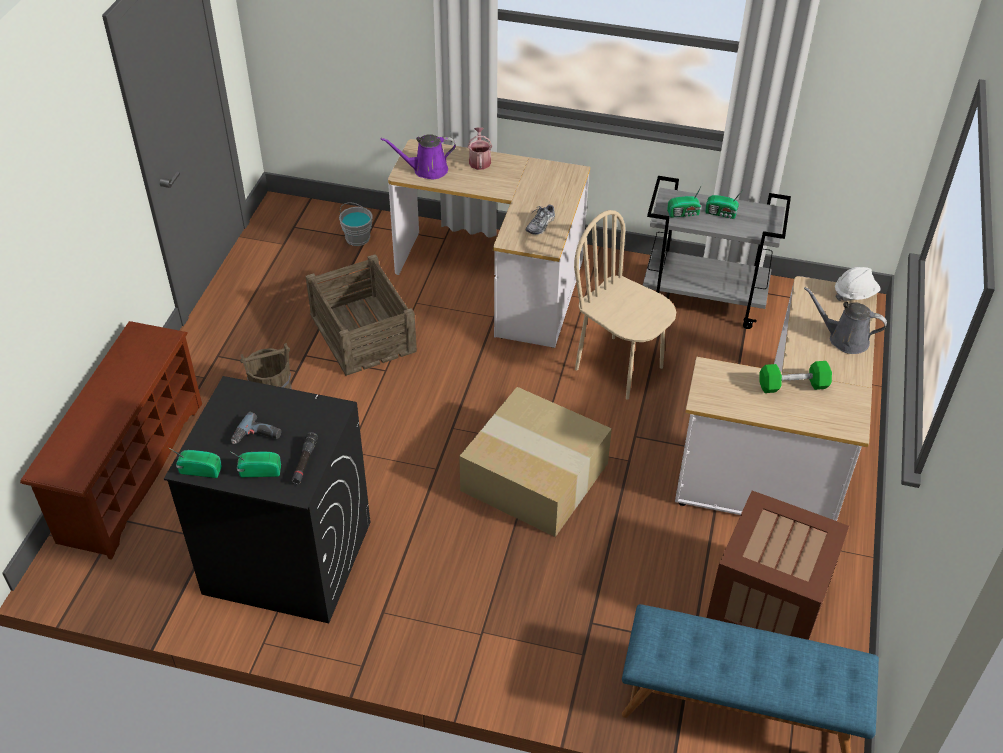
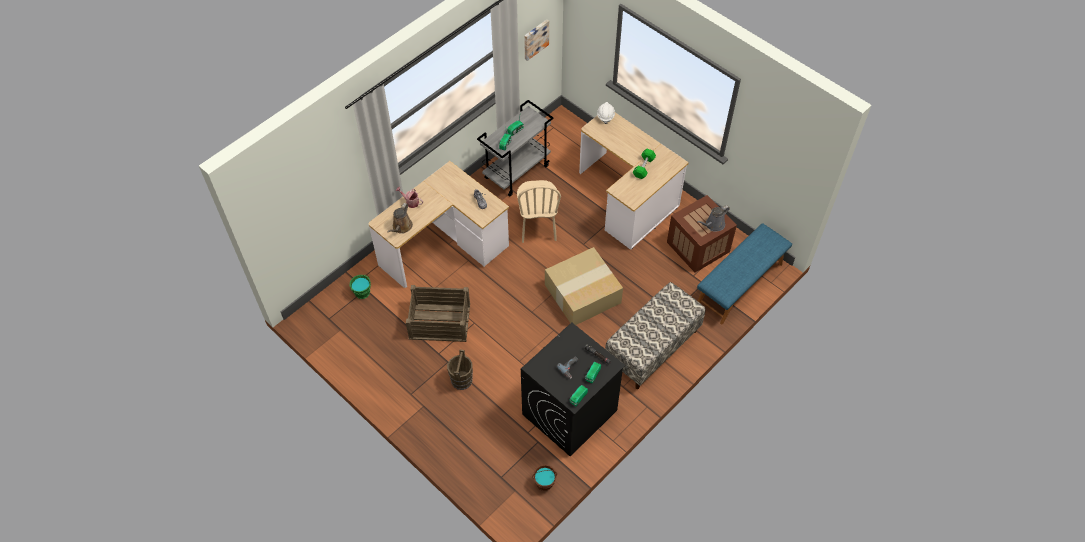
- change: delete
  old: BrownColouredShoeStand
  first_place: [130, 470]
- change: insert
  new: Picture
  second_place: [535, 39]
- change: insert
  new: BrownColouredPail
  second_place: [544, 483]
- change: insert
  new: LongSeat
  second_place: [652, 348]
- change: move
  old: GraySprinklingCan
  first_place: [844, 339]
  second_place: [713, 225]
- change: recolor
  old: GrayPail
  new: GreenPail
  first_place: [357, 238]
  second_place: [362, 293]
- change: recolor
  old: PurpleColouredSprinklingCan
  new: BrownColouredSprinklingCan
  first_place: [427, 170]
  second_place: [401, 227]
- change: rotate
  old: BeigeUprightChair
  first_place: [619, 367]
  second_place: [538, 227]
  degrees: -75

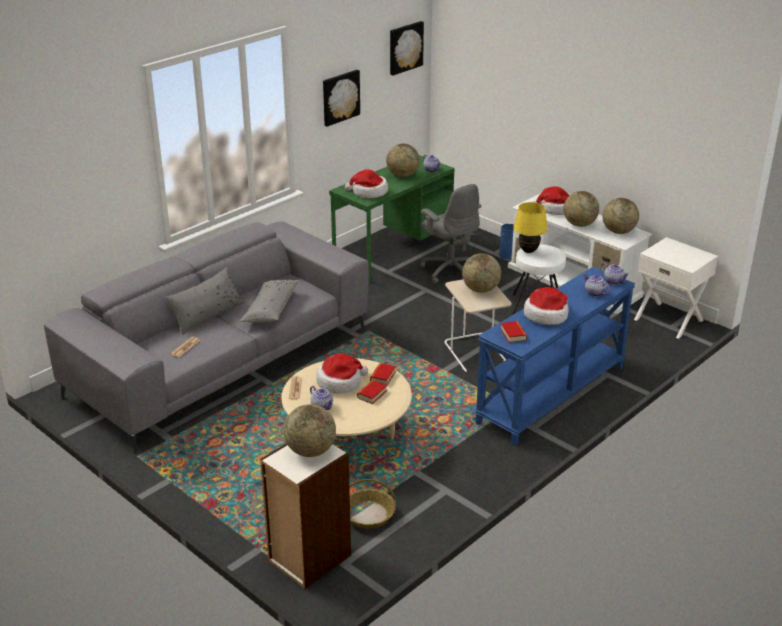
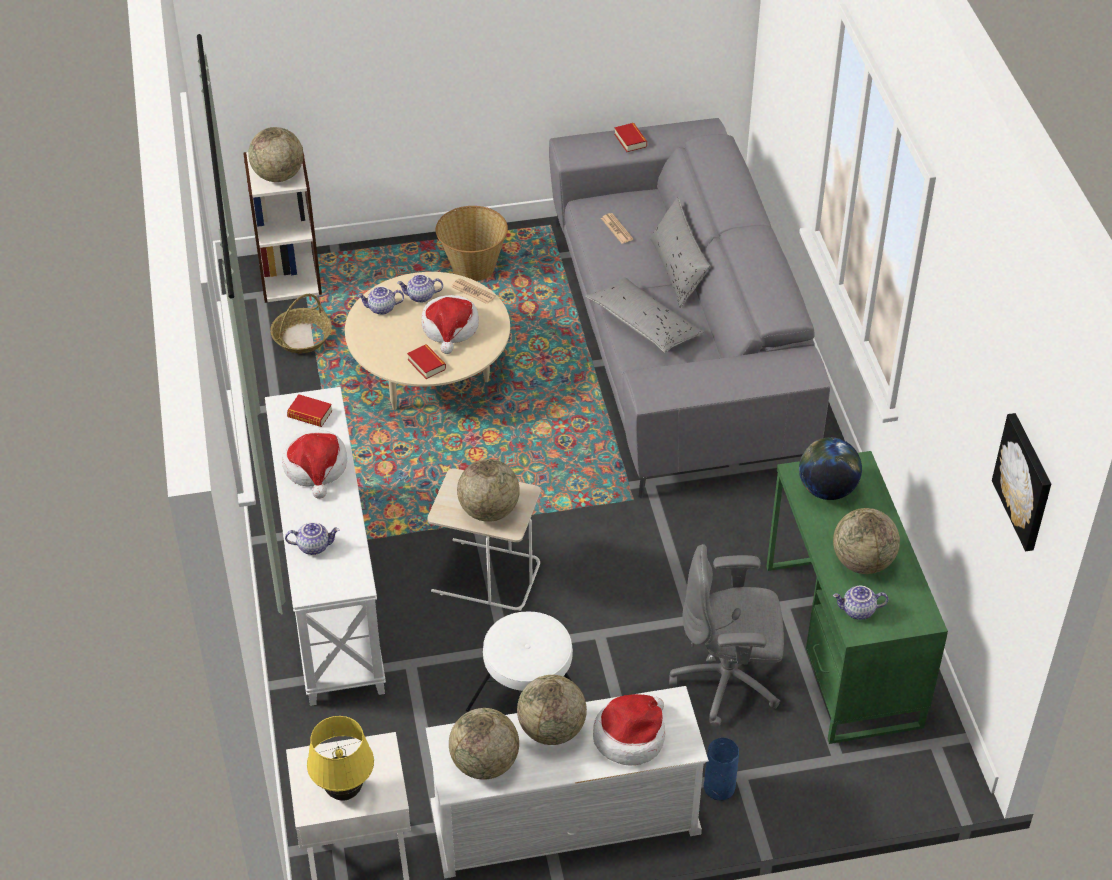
- change: delete
  old: Picture
  first_place: [340, 97]
- change: insert
  new: Basket
  second_place: [473, 267]
- change: move
  old: Volume
  first_place: [372, 394]
  second_place: [630, 140]
- change: move
  old: YellowColouredTableLamp
  first_place: [528, 251]
  second_place: [344, 791]
- change: move
  old: Teapot
  first_place: [614, 281]
  second_place: [381, 309]
- change: replace
  old: ClothingHat
  new: DeskGlobe
  first_place: [369, 192]
  second_place: [827, 490]
- change: recolor
  old: BluishHallTable
  new: WhitishHallTable
  first_place: [552, 395]
  second_place: [329, 592]

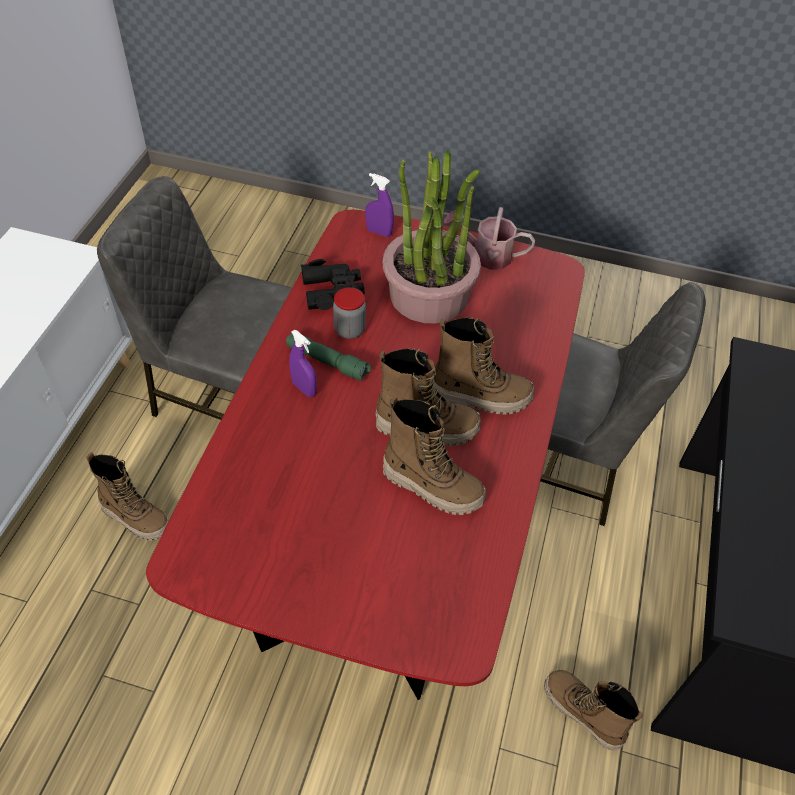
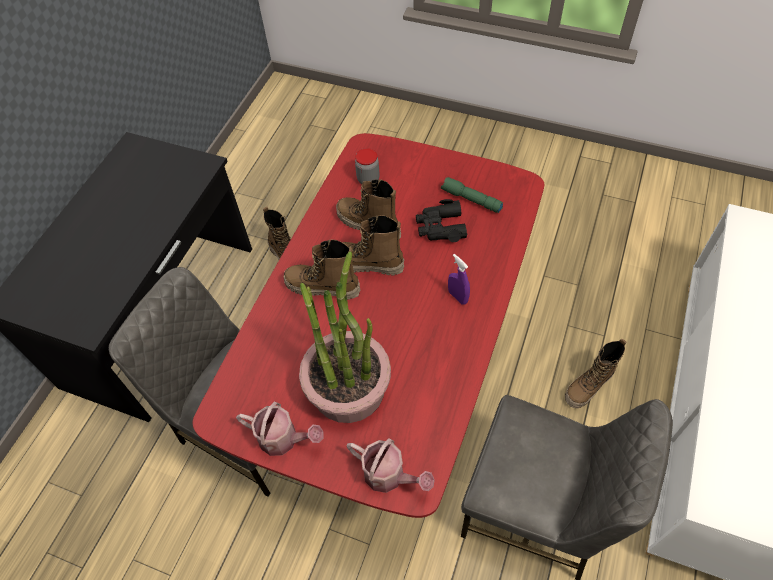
- change: move
  old: GreenHandTorch
  first_place: [329, 362]
  second_place: [470, 200]
- change: move
  old: BlackColouredFieldGlasses
  first_place: [332, 291]
  second_place: [440, 227]
- change: move
  old: StorageJar
  first_place: [349, 330]
  second_place: [368, 179]
- change: replace
  old: PurpleColouredHandSprayer
  new: SprinklingCan
  first_place: [379, 232]
  second_place: [389, 475]
- change: rotate
  old: TallBoot
  first_place: [136, 518]
  second_place: [588, 387]
  degrees: -75

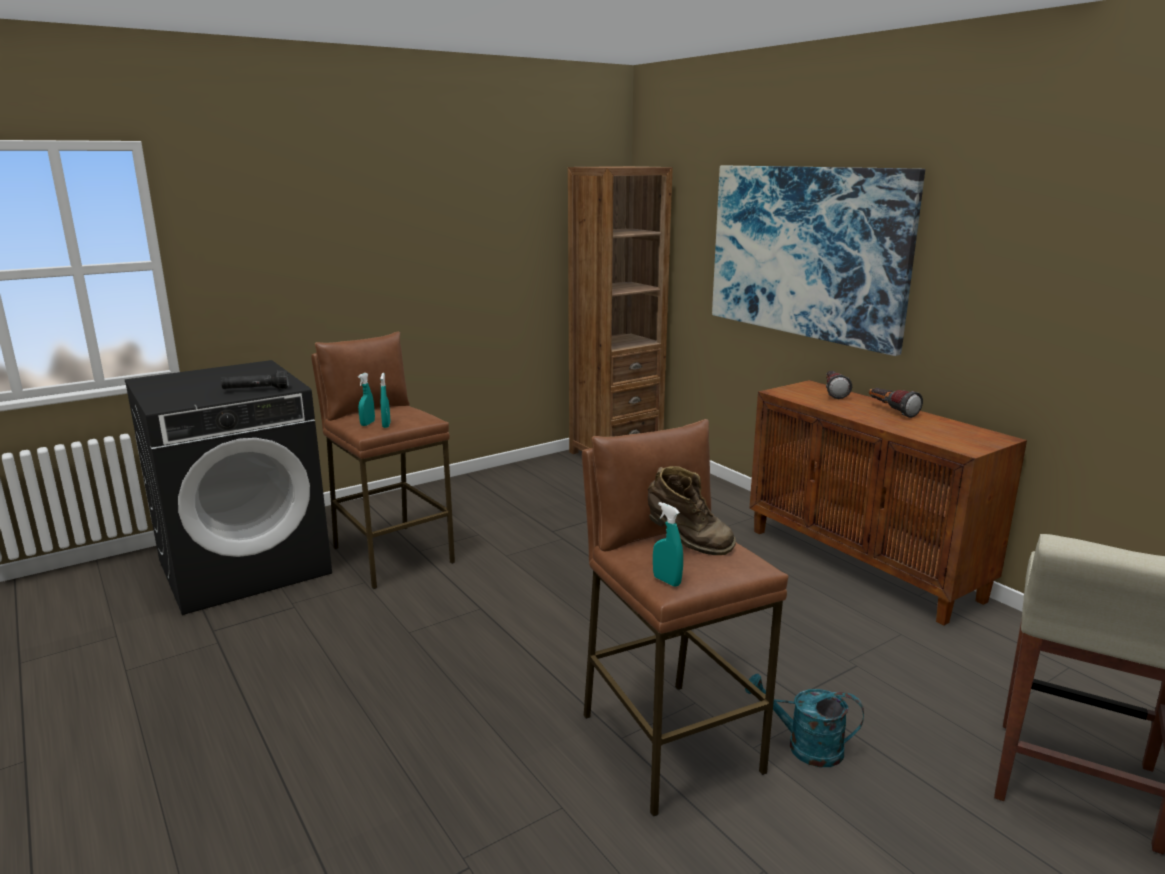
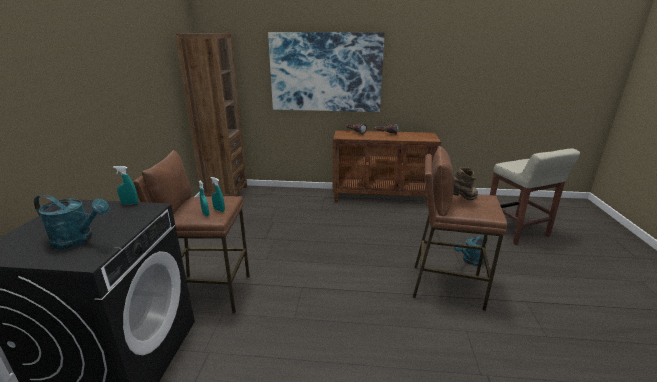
- change: delete
  old: BlackColouredHandTorch
  first_place: [256, 390]
- change: insert
  new: TurquoiseColouredSprinklingCan
  second_place: [79, 240]
- change: move
  old: TurquoiseColouredHandSprayer
  first_place: [666, 581]
  second_place: [130, 203]

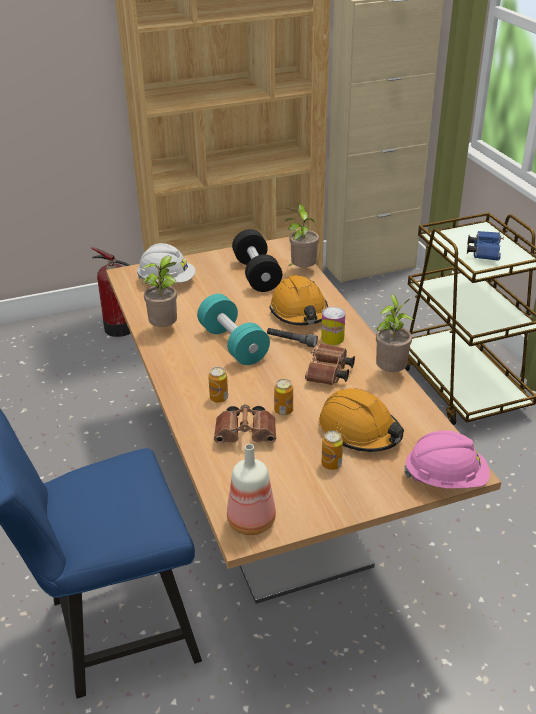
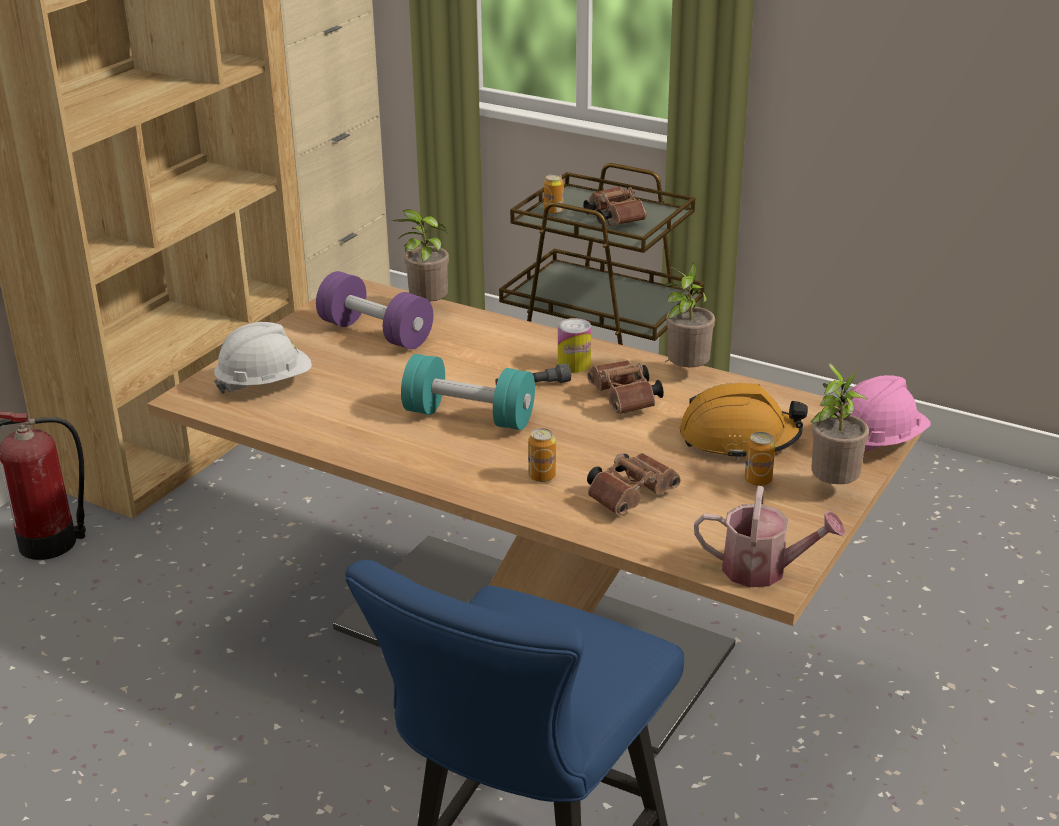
- change: delete
  old: OrangeHardHat
  first_place: [299, 312]
- change: move
  old: Houseplant
  first_place: [165, 328]
  second_place: [832, 487]
- change: move
  old: SealedCan
  first_place: [283, 410]
  second_place: [553, 211]
- change: replace
  old: DrinkBottle
  new: SprinklingCan
  first_place: [251, 523]
  second_place: [764, 569]
- change: recolor
  old: BlackColouredFreeWeight
  new: PurpleColouredFreeWeight
  first_place: [256, 274]
  second_place: [375, 333]
- change: recolor
  old: BluishFieldGlasses
  new: BrownColouredFieldGlasses
  first_place: [484, 253]
  second_place: [613, 218]

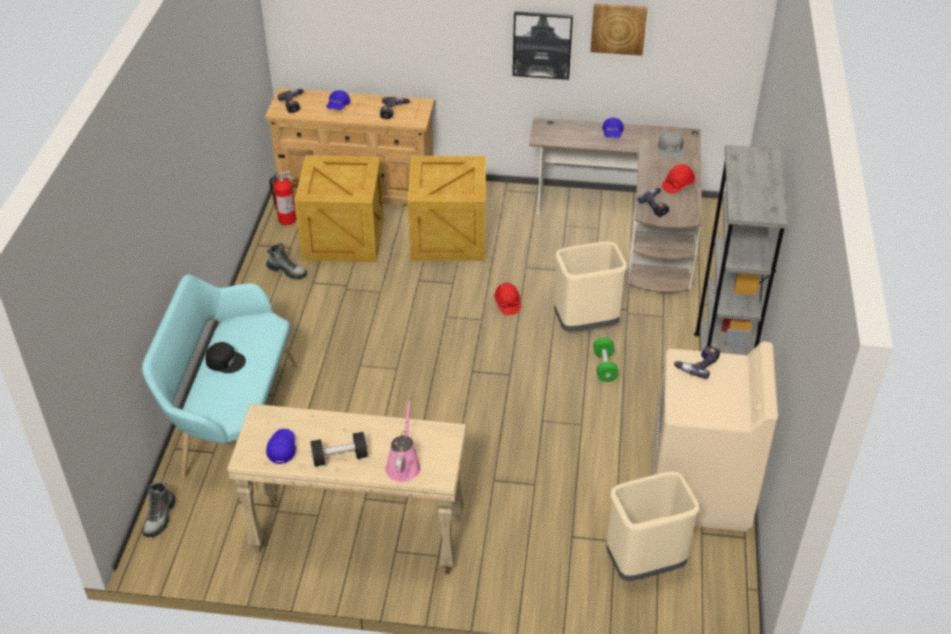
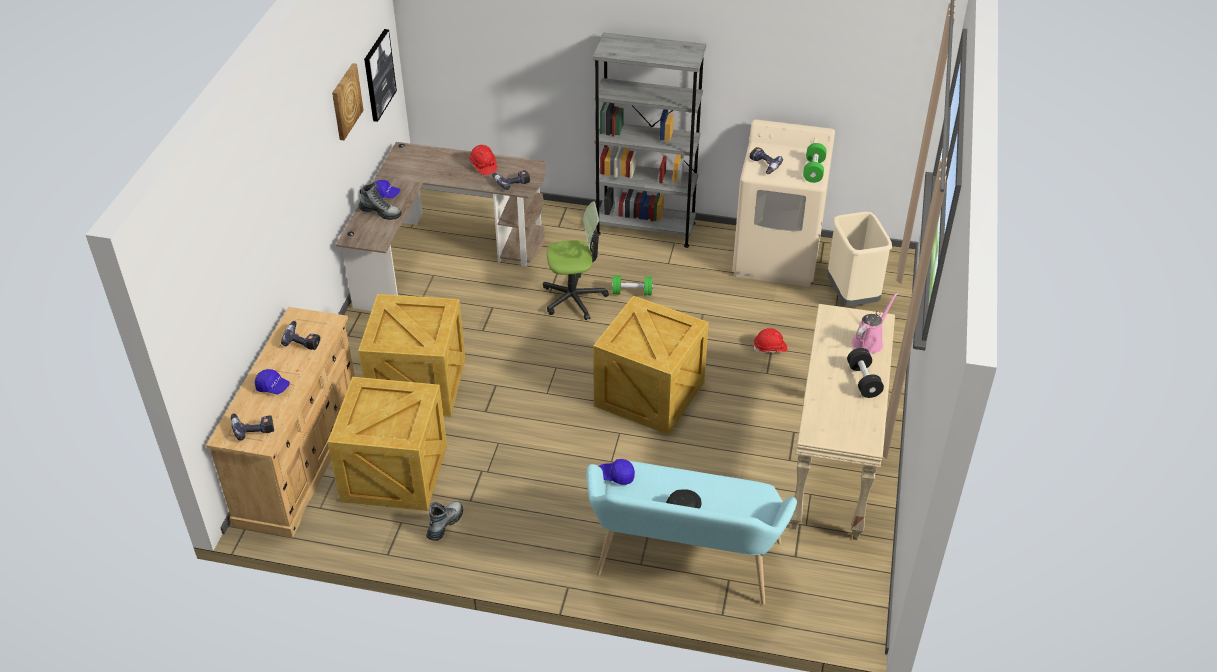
- change: delete
  old: FireFightingCylinder
  first_place: [287, 219]
- change: delete
  old: GrayBaseballCap
  first_place: [671, 148]
- change: insert
  new: Crate
  second_place: [650, 395]
- change: insert
  new: GreenFreeWeight
  second_place: [813, 170]
- change: move
  old: TallBoot
  first_place: [160, 518]
  second_place: [380, 212]
- change: move
  old: BluishBaseballCap
  first_place: [282, 449]
  second_place: [616, 476]
- change: move
  old: ReddishHardHat
  first_place: [507, 304]
  second_place: [770, 348]
- change: move
  old: Picture
  first_place: [542, 44]
  second_place: [378, 75]
- change: replace
  old: BeigeRubbishBin
  new: ComputerChair
  first_place: [585, 324]
  second_place: [574, 298]
- change: rotate
  old: PinkSprinklingCan
  first_place: [403, 465]
  second_place: [869, 341]
  degrees: 120

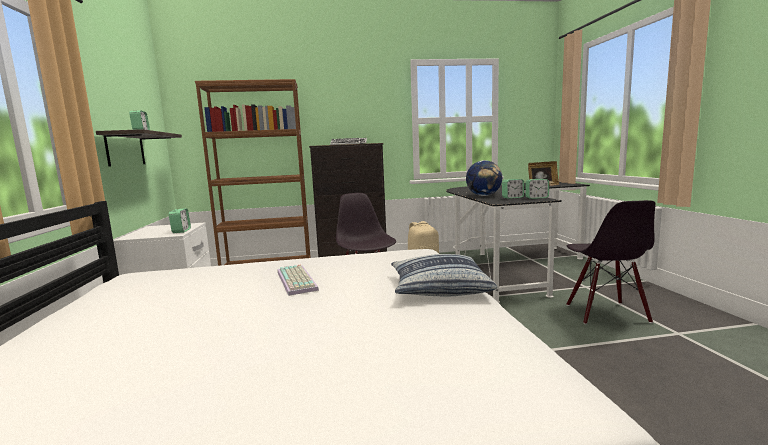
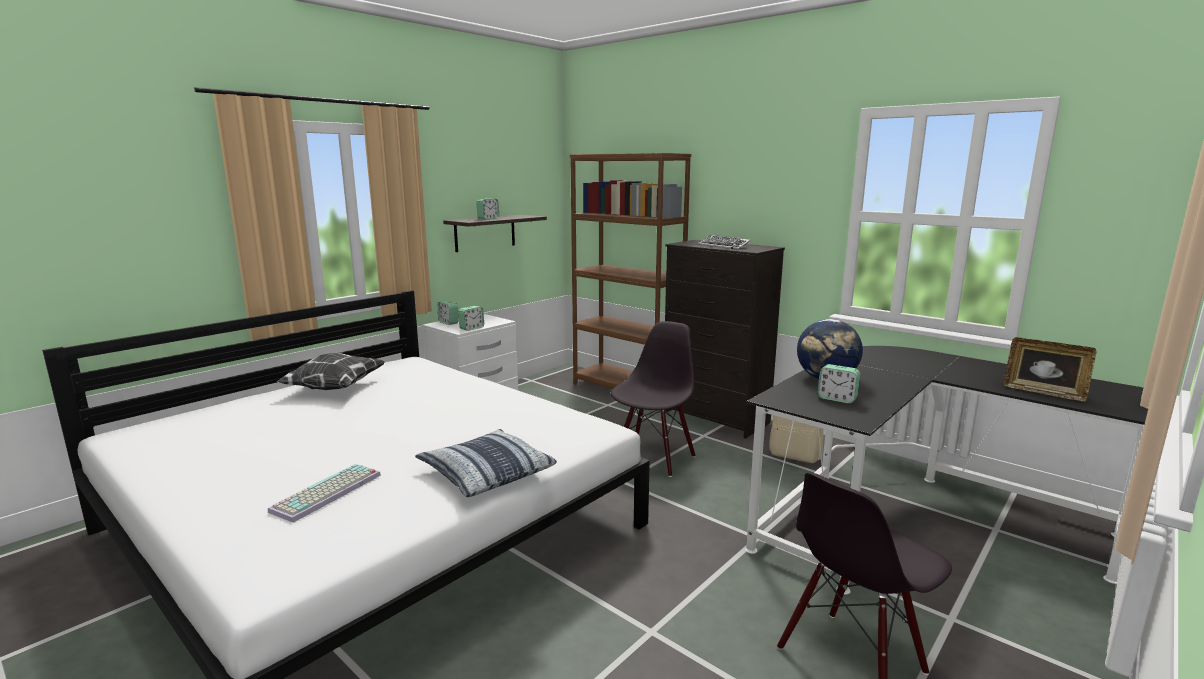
- change: insert
  new: ThrowPillow
  second_place: [334, 388]
- change: move
  old: Keyboard
  first_place: [298, 280]
  second_place: [327, 494]
- change: move
  old: TableClock
  first_place: [536, 198]
  second_place: [448, 322]

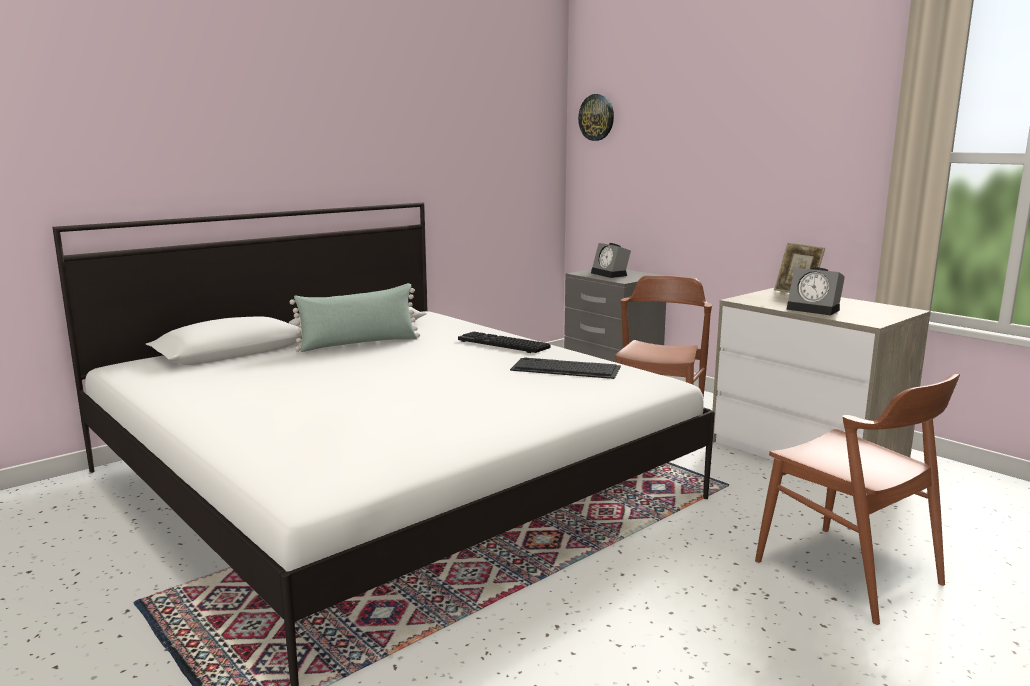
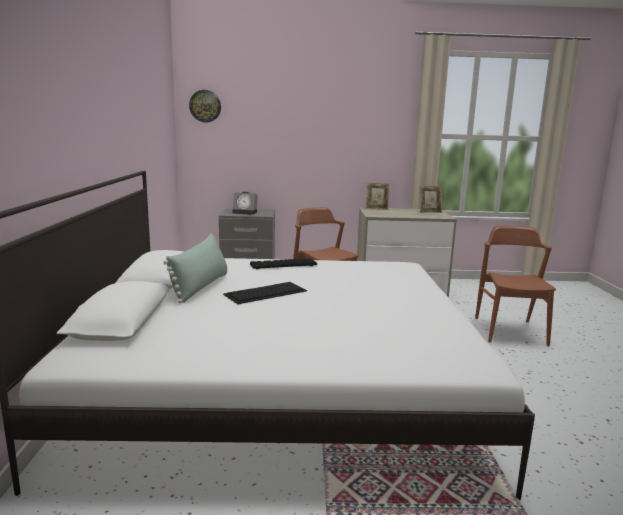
- change: delete
  old: TableClock
  first_place: [815, 309]
- change: insert
  new: PhotoFrame
  second_place: [429, 212]
- change: move
  old: Keyboard
  first_place: [564, 368]
  second_place: [265, 293]
- change: rotate
  old: BrownColouredUprightChair
  first_place: [848, 572]
  second_place: [509, 331]
  degrees: -90

